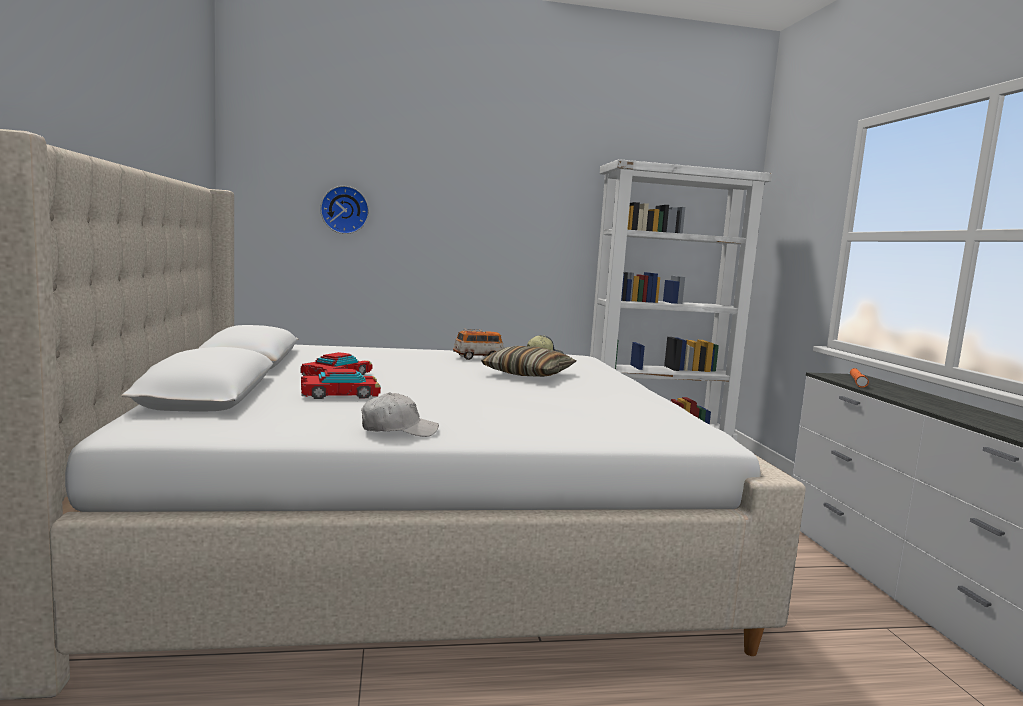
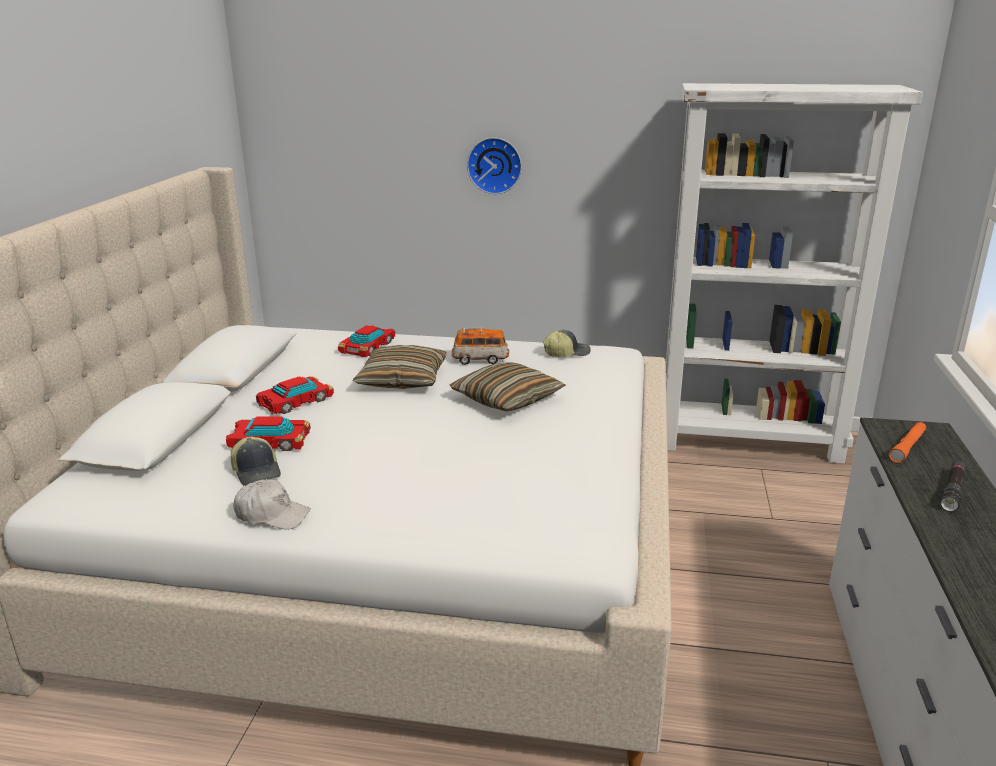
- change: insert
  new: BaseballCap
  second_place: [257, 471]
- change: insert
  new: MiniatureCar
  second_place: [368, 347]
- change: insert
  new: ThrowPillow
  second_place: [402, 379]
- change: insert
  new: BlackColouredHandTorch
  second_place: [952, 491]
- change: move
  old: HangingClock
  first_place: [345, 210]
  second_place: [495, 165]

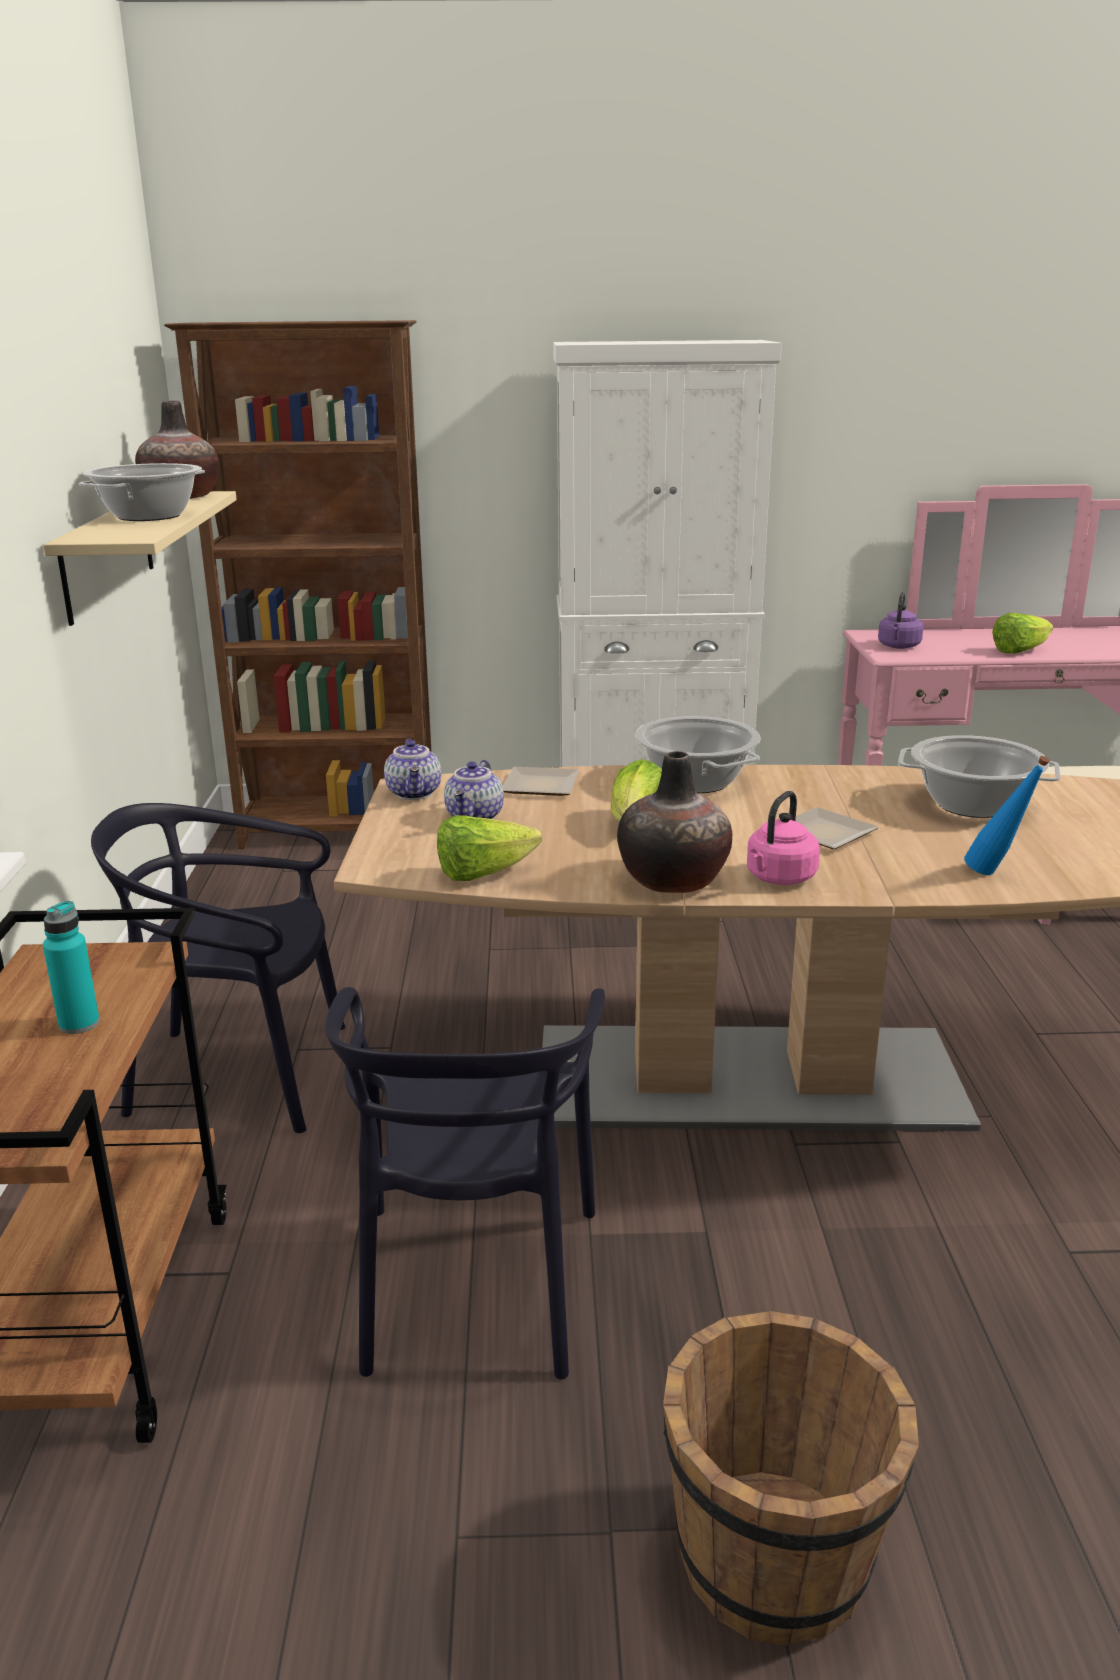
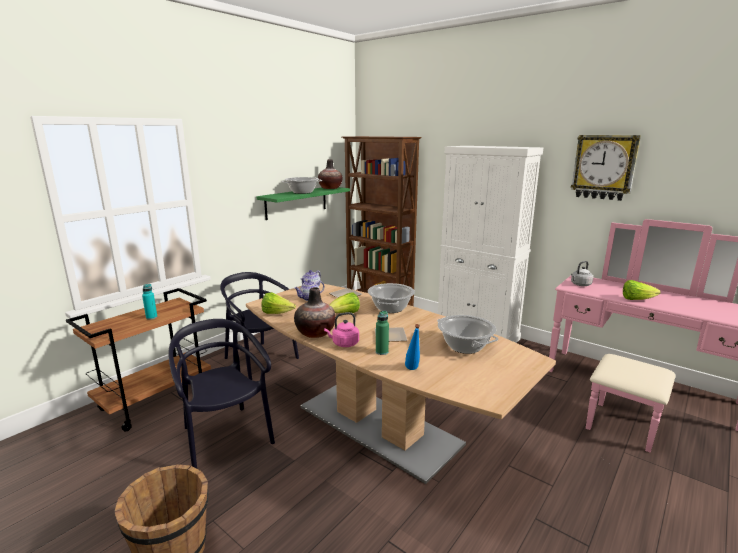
- change: insert
  new: GreenDrinkBottle
  second_place: [382, 352]
- change: insert
  new: HangingClock
  second_place: [604, 167]
- change: recolor
  old: BeigeBracketShelf
  new: GreenBracketShelf
  first_place: [108, 555]
  second_place: [296, 202]
- change: recolor
  old: PurpleColouredWaterKettle
  new: GrayWaterKettle
  first_place: [898, 646]
  second_place: [580, 284]
- change: rotate
  old: BlackColouredUprightChair
  first_place: [474, 1283]
  second_place: [225, 437]
  degrees: 105

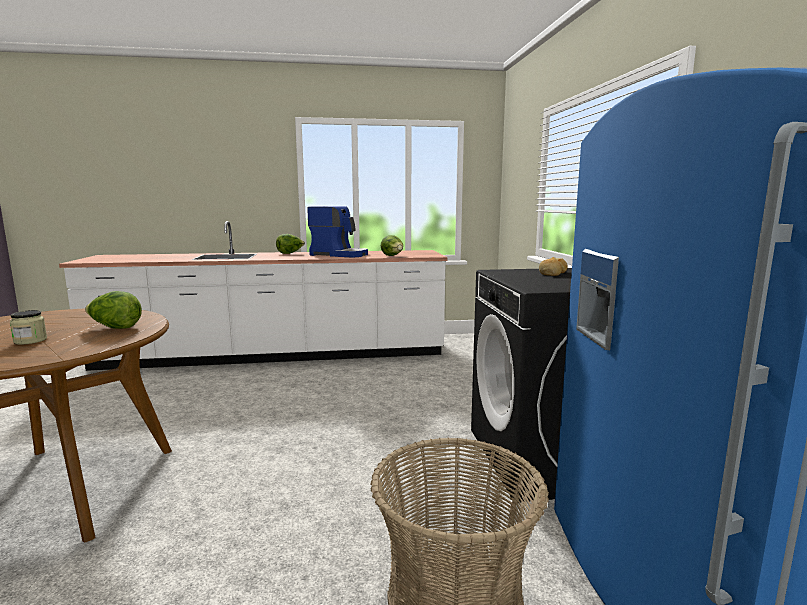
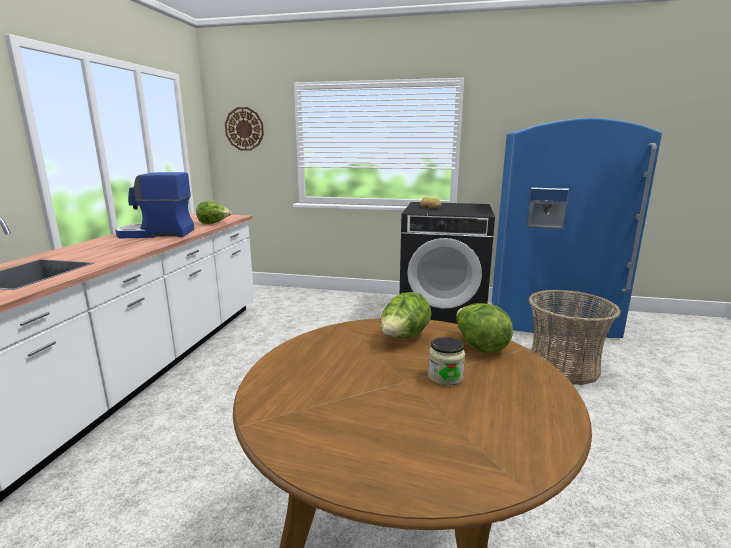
- change: insert
  new: HangingClock
  second_place: [244, 129]
- change: move
  old: LettuceHead
  first_place: [290, 253]
  second_place: [479, 346]
- change: rotate
  old: CoffeeMaker
  first_place: [339, 254]
  second_place: [156, 234]
  degrees: -135

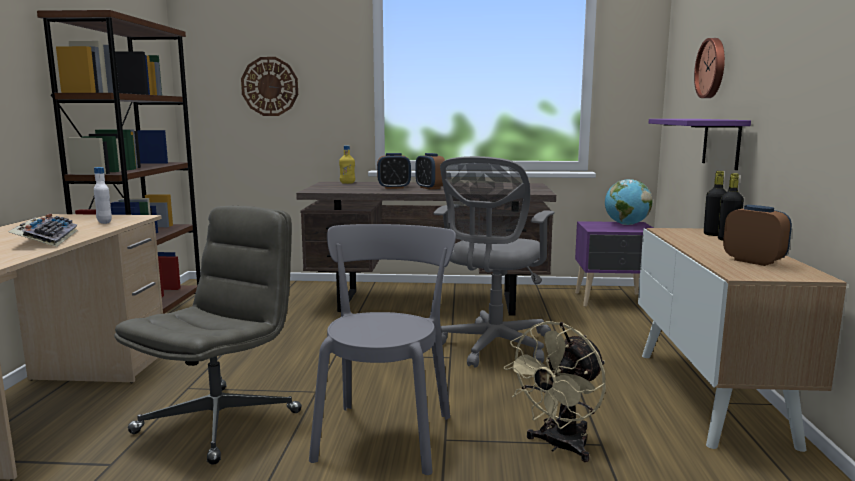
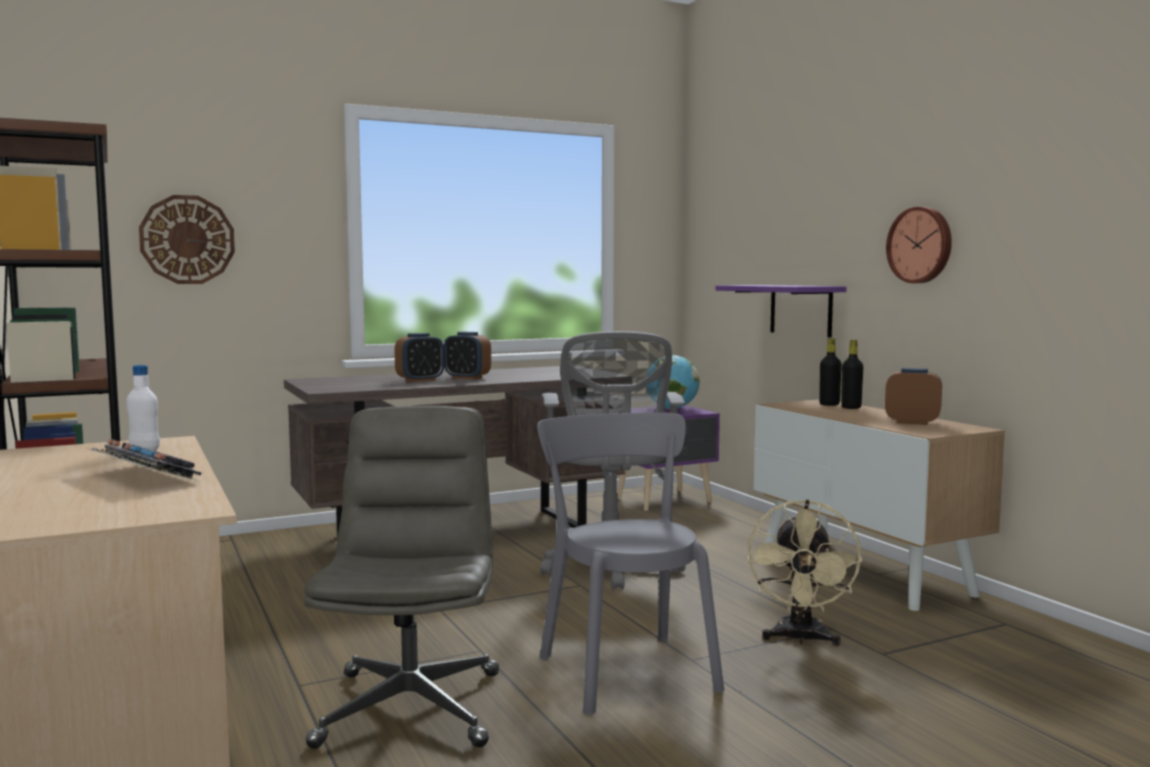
- change: delete
  old: YellowColouredDrinkBottle
  first_place: [347, 183]
- change: move
  old: HangingClock
  first_place: [712, 68]
  second_place: [921, 245]

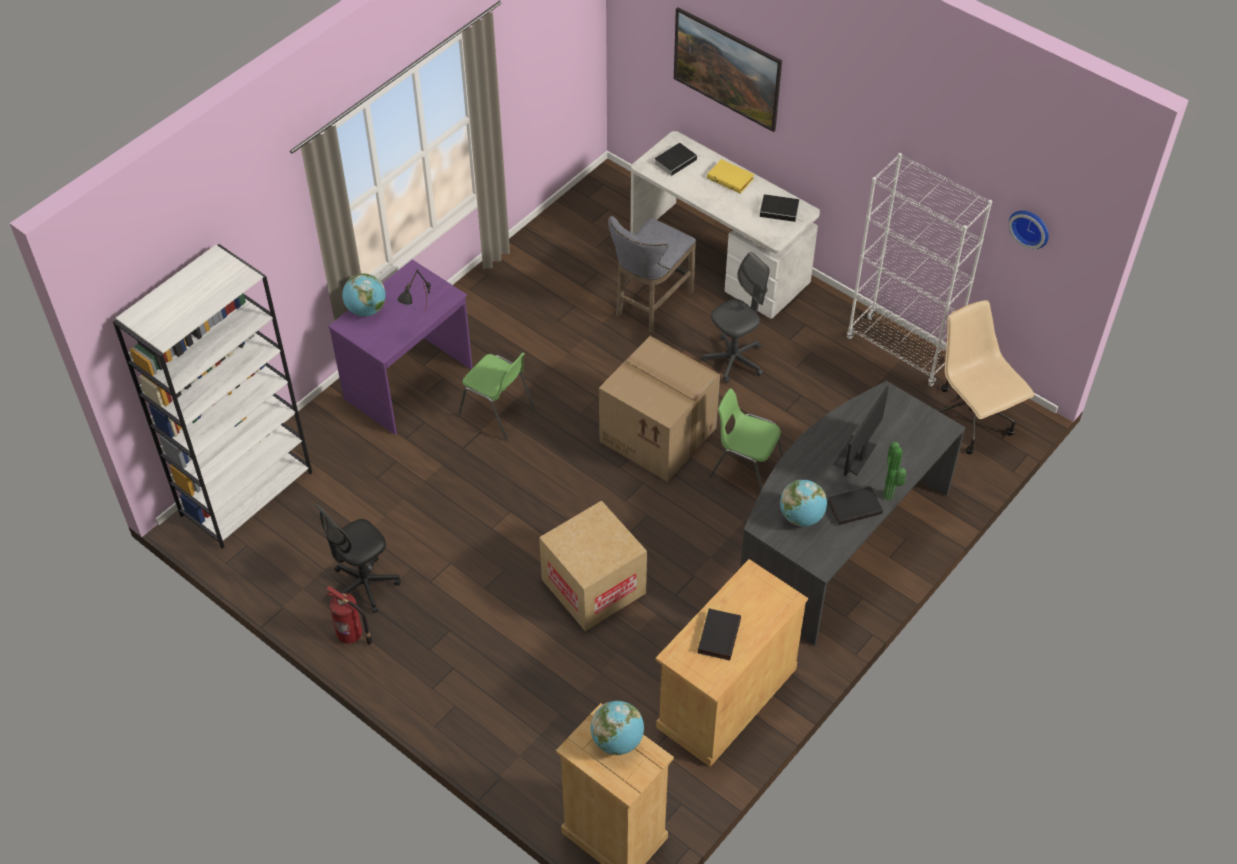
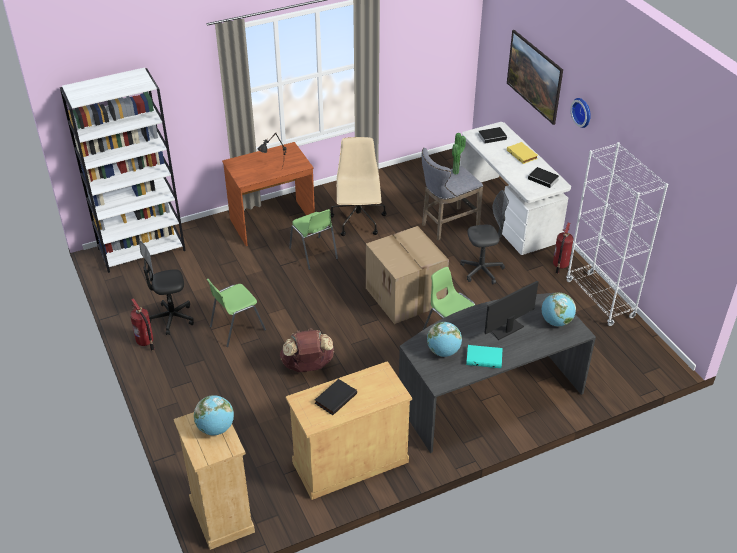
- change: insert
  new: GreenUprightChair
  second_place: [236, 328]
- change: insert
  new: FireFightingCylinder
  second_place: [560, 265]
- change: move
  old: DeskGlobe
  first_place: [366, 310]
  second_place: [556, 322]
- change: move
  old: Houseplant
  first_place: [890, 495]
  second_place: [457, 172]
- change: move
  old: BeigeComputerChair
  first_place: [970, 420]
  second_place: [358, 221]
- change: move
  old: HangingClock
  first_place: [1030, 227]
  second_place: [583, 112]
- change: replace
  old: CardboardBox
  new: BrownColouredKnapsack
  first_place: [593, 586]
  second_place: [308, 366]
- change: recolor
  old: PurpleColouredDeskTable
  new: BrownColouredDeskTable
  first_place: [409, 384]
  second_place: [272, 223]
- change: recolor
  old: BlackColouredVolume
  new: TurquoiseColouredVolume
  first_place: [854, 506]
  second_place: [484, 357]

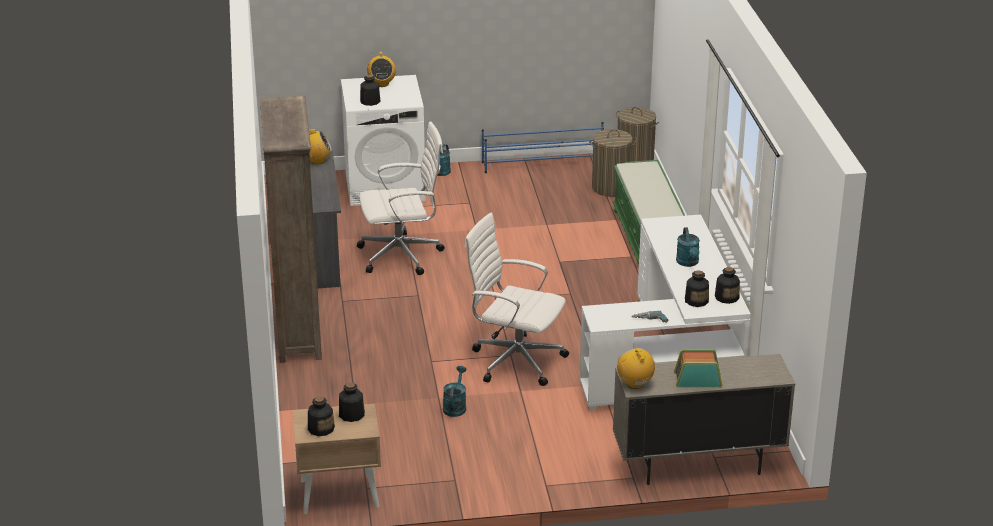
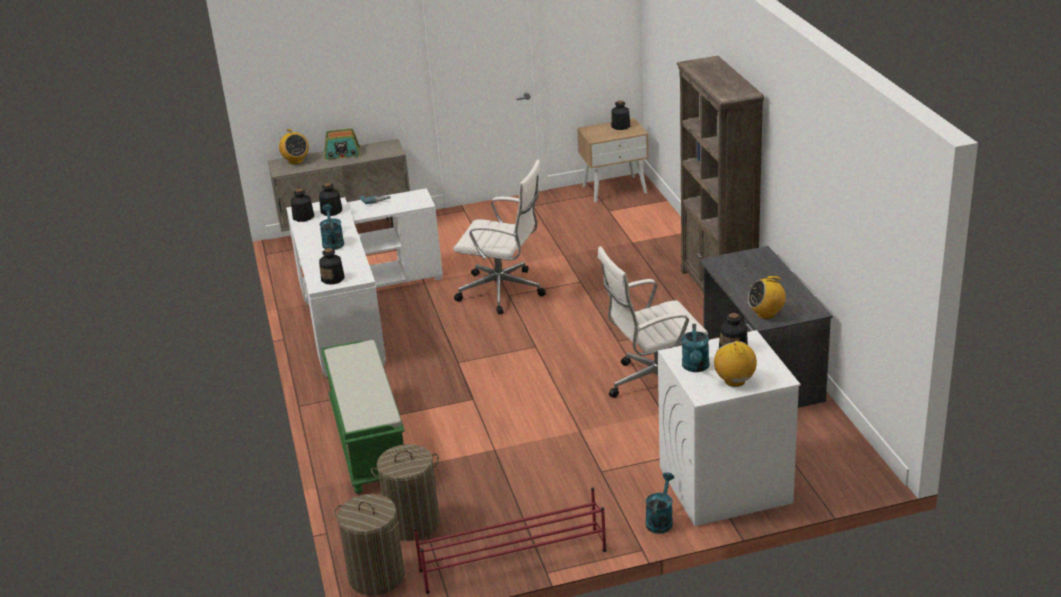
- change: move
  old: DrinkBottle
  first_place: [351, 414]
  second_place: [333, 278]
- change: move
  old: TurquoiseColouredSprinklingCan
  first_place: [455, 406]
  second_place: [696, 367]
- change: move
  old: RadioReceiver
  first_place: [635, 384]
  second_place: [296, 161]
- change: recolor
  old: BluishShoeStand
  new: ReddishShoeStand
  first_place: [544, 163]
  second_place: [512, 560]

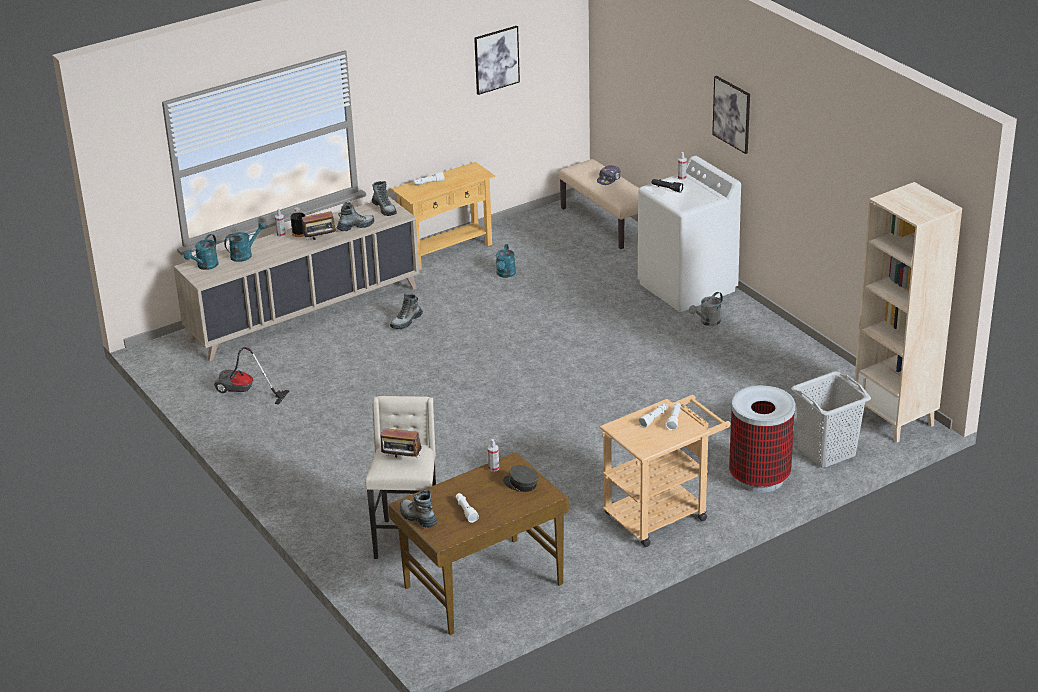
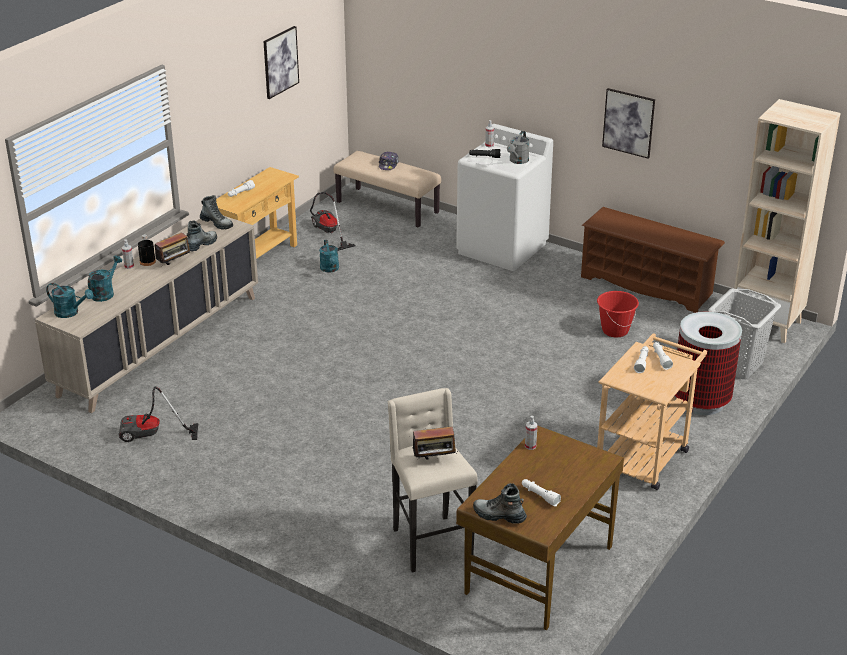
- change: delete
  old: TallBoot
  first_place: [406, 321]
- change: delete
  old: GrayBaseballCap
  first_place: [520, 484]
- change: insert
  new: Hoover
  second_place: [328, 233]
- change: insert
  new: BrownColouredShoeStand
  second_place: [647, 285]
- change: insert
  new: ReddishPail
  second_place: [615, 330]
- change: move
  old: GraySprinklingCan
  first_place: [707, 322]
  second_place: [518, 161]
- change: move
  old: Picture
  first_place: [732, 114]
  second_place: [628, 122]
- change: rotate
  old: TurquoiseColouredSprinklingCan
  first_place: [205, 266]
  second_place: [70, 312]
  degrees: -75

